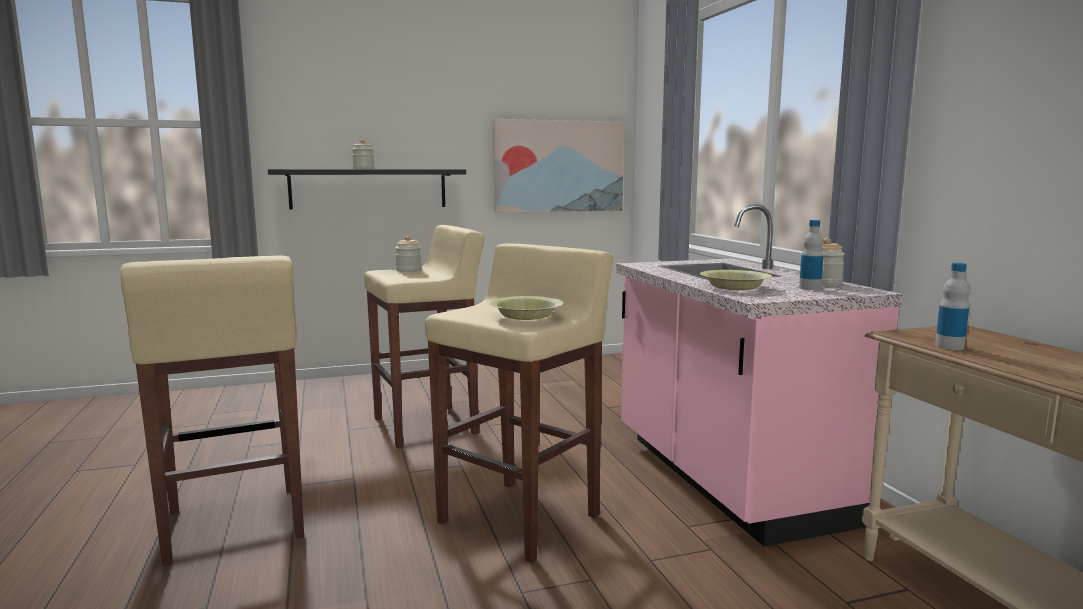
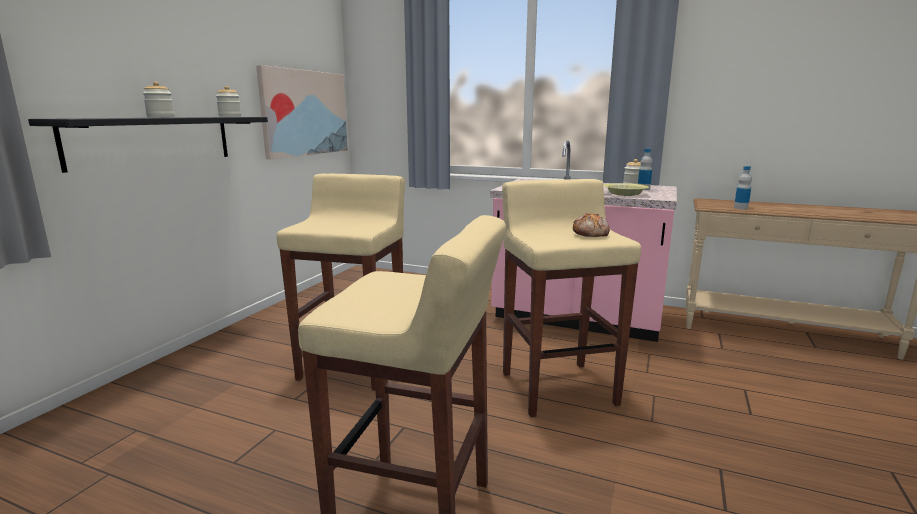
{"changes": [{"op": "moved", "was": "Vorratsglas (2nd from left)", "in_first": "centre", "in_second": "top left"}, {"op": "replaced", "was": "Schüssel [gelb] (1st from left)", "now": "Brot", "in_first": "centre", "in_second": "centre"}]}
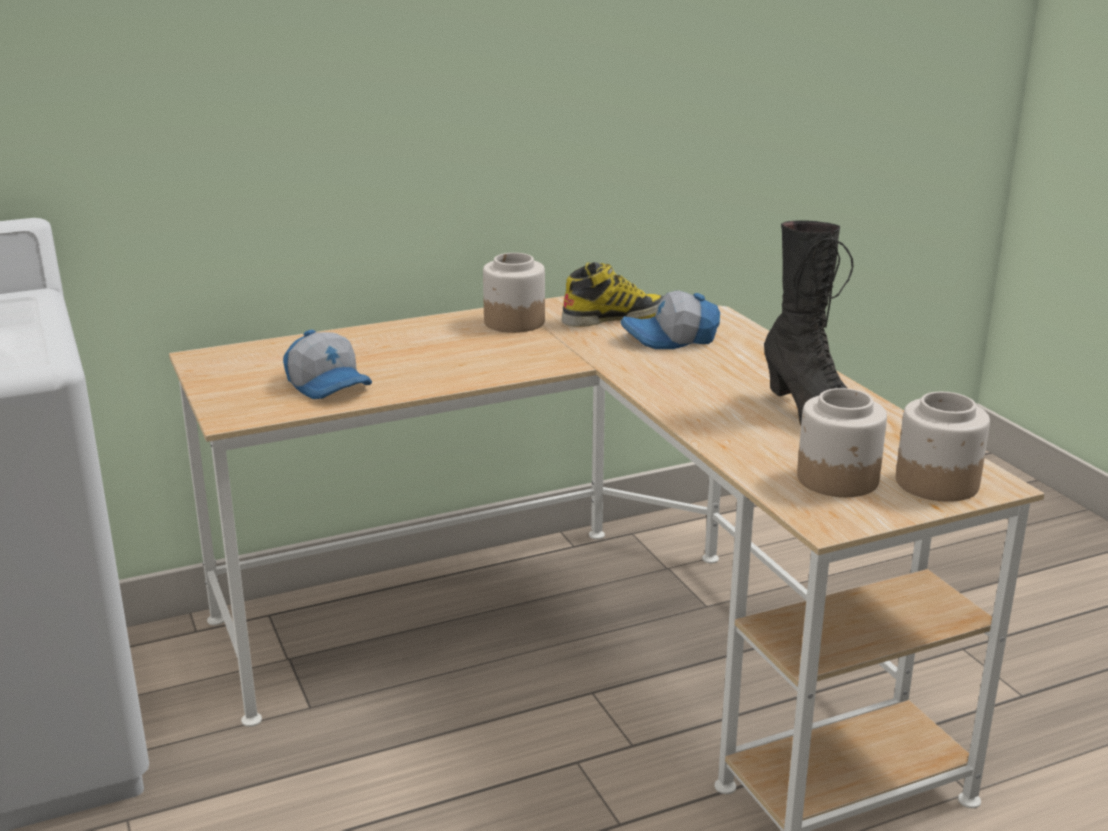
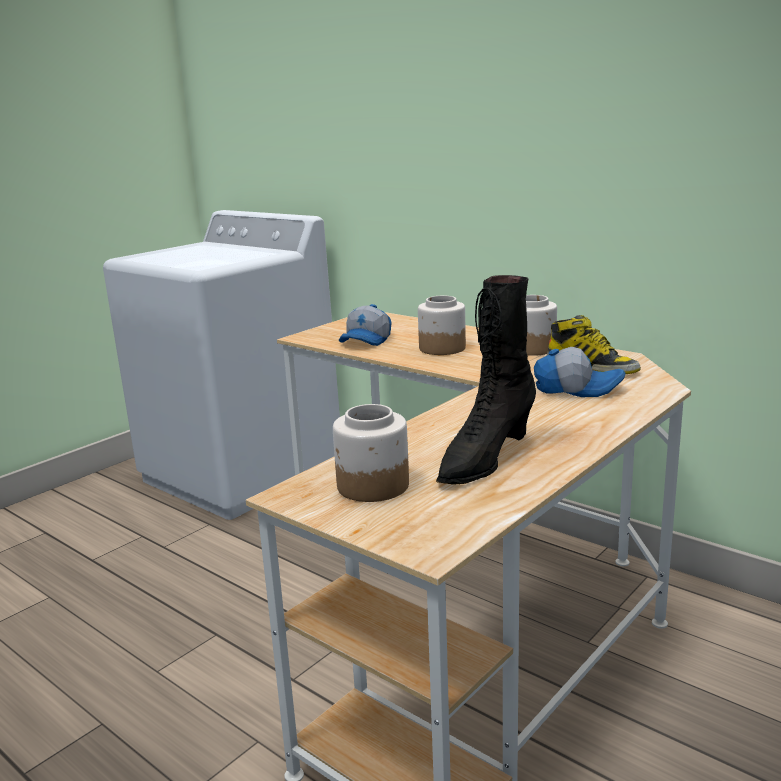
{"changes": [{"op": "turned", "was": "Kappe (2nd from left)", "in_first": "centre", "in_second": "middle right", "clockwise": 135}, {"op": "moved", "was": "Vorratsglas (3rd from left in the first image)", "now": "Vorratsglas (2nd from left)", "in_first": "middle right", "in_second": "centre"}]}
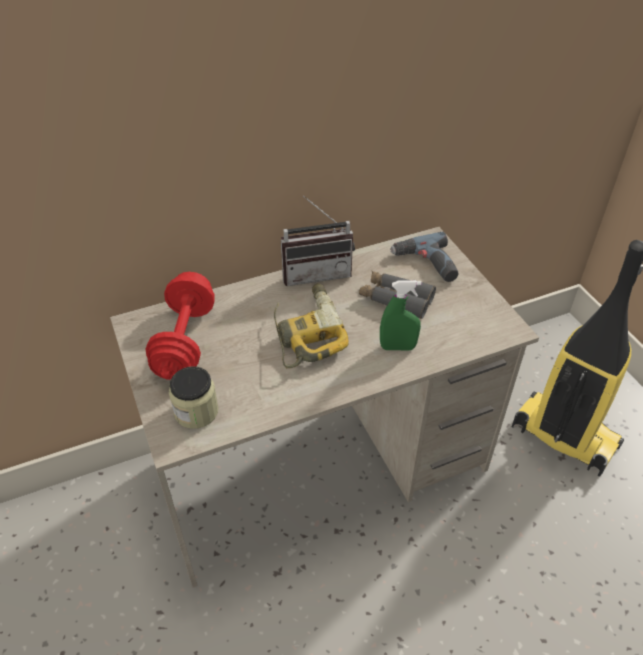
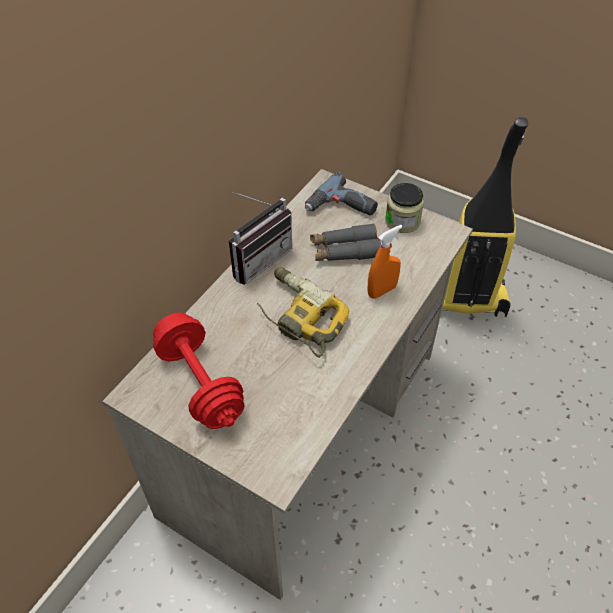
{"changes": [{"op": "recoloured", "was": "Sprühflasche [grün]", "now": "Sprühflasche [orange]", "in_first": "centre", "in_second": "centre"}, {"op": "moved", "was": "Vorratsglas", "in_first": "middle left", "in_second": "centre"}]}
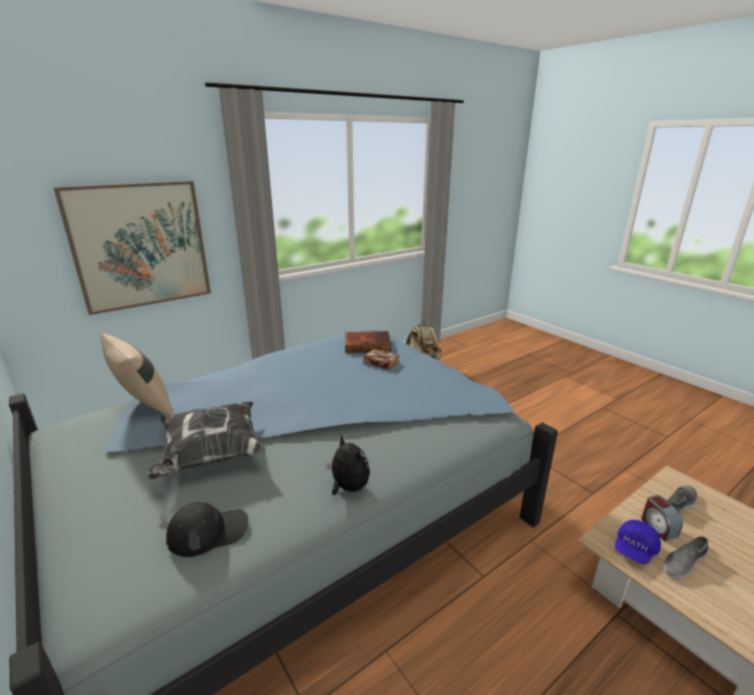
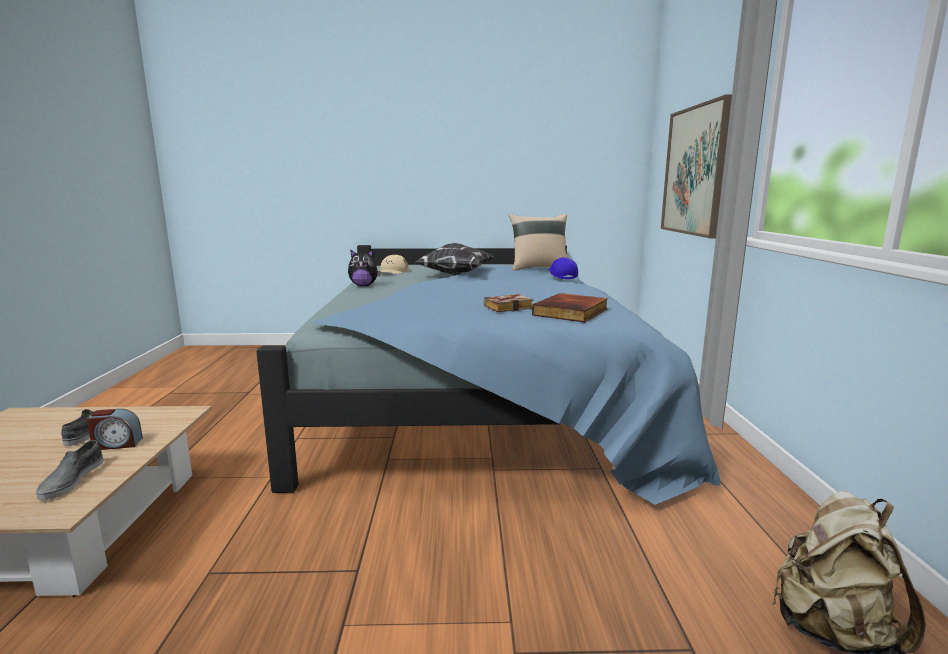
{"changes": [{"op": "turned", "was": "Wecker", "in_first": "bottom right", "in_second": "middle left", "clockwise": 150}, {"op": "recoloured", "was": "Kappe [schwarz]", "now": "Kappe [beige]", "in_first": "bottom left", "in_second": "centre"}, {"op": "moved", "was": "Kappe [blau]", "in_first": "bottom right", "in_second": "centre"}]}
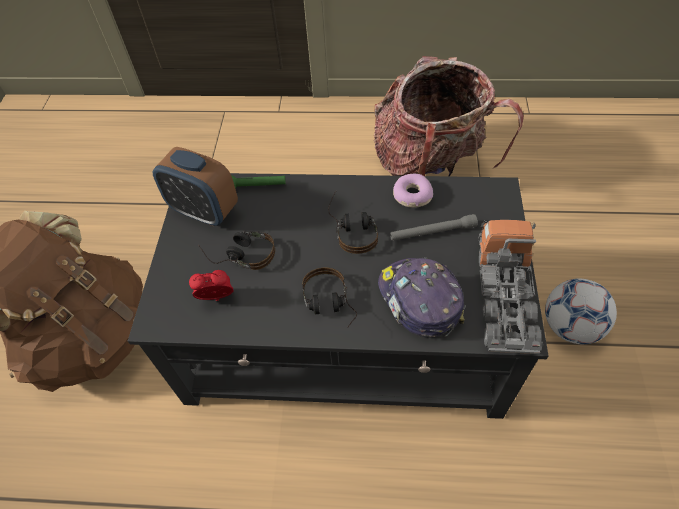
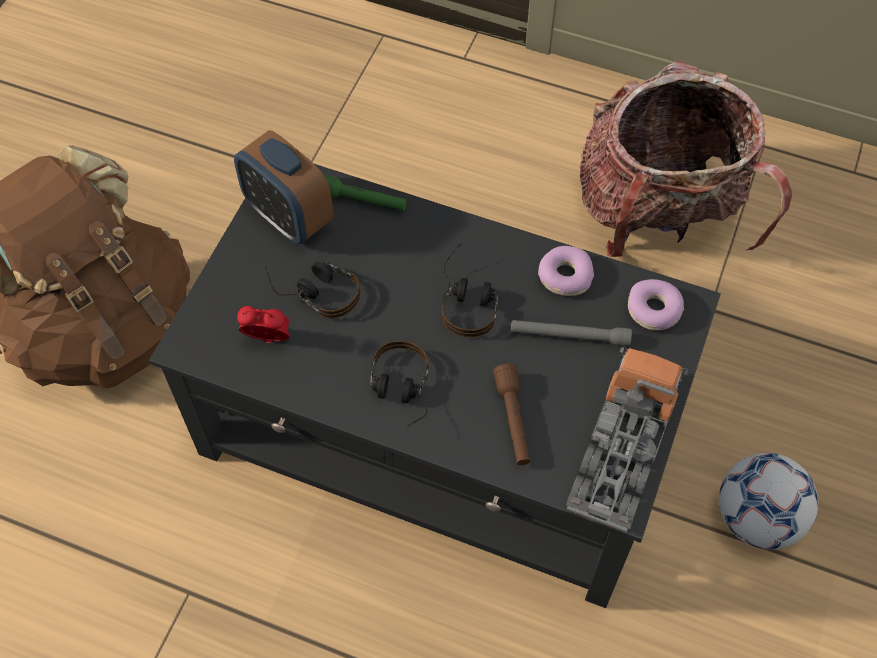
{"changes": [{"op": "replaced", "was": "Kappe", "now": "Taschenlampe [braun]", "in_first": "centre", "in_second": "centre"}, {"op": "added", "now": "Donut (2nd from left)", "in_second": "middle right"}]}
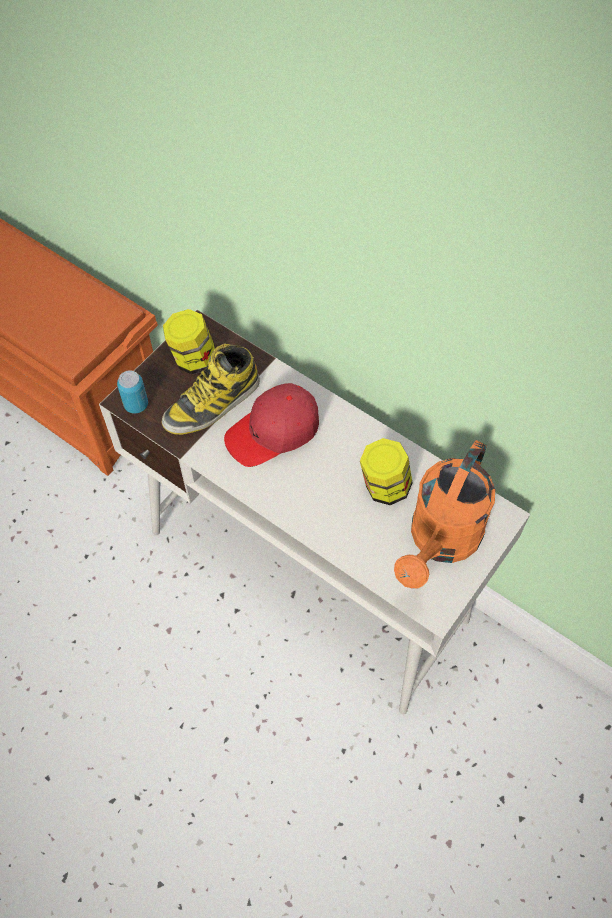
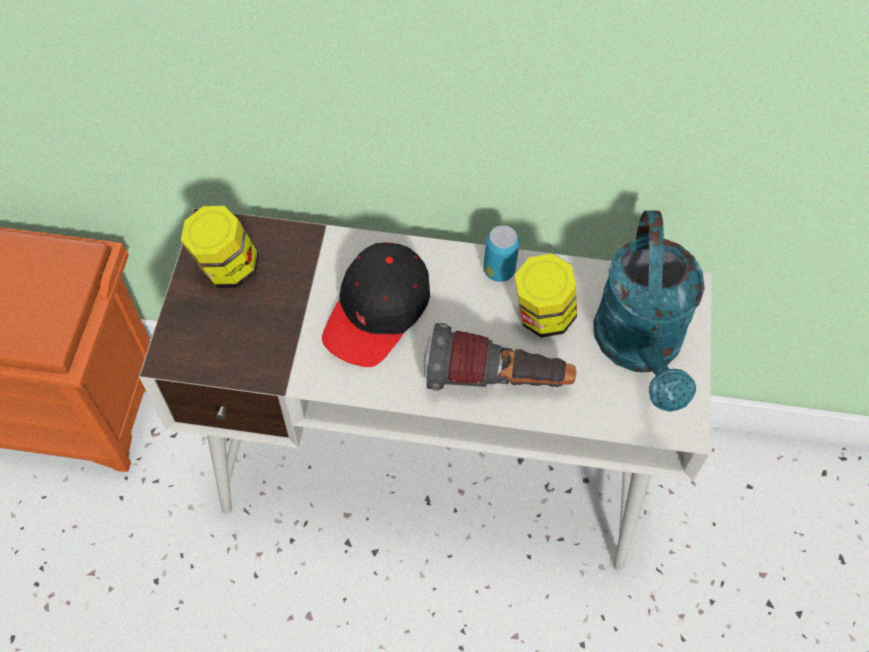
{"changes": [{"op": "removed", "was": "Stiefel", "in_first": "centre"}, {"op": "moved", "was": "Dose", "in_first": "middle left", "in_second": "centre"}, {"op": "recoloured", "was": "Kappe [rot]", "now": "Kappe [schwarz]", "in_first": "centre", "in_second": "centre"}, {"op": "recoloured", "was": "Gießkanne [orange]", "now": "Gießkanne [türkis]", "in_first": "middle right", "in_second": "middle right"}, {"op": "added", "now": "Taschenlampe", "in_second": "centre"}]}
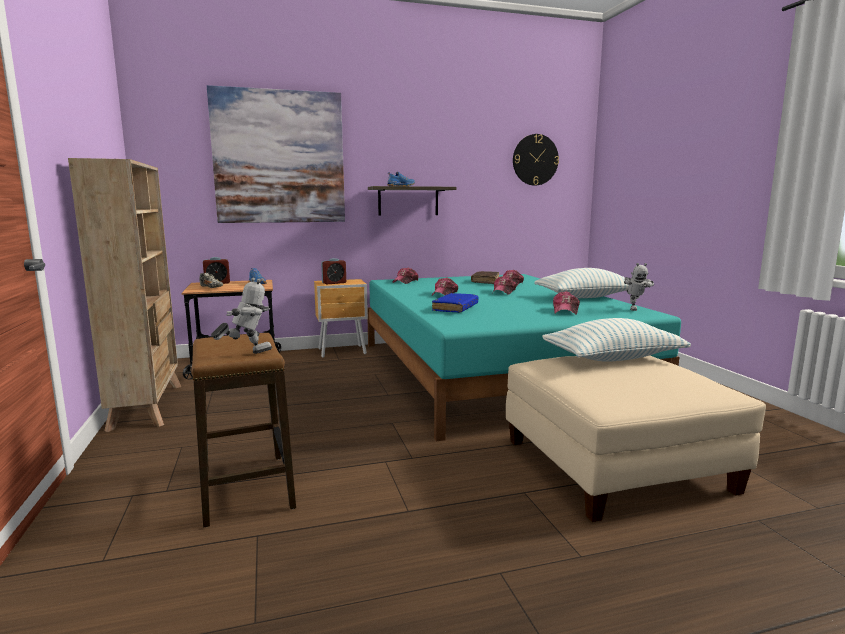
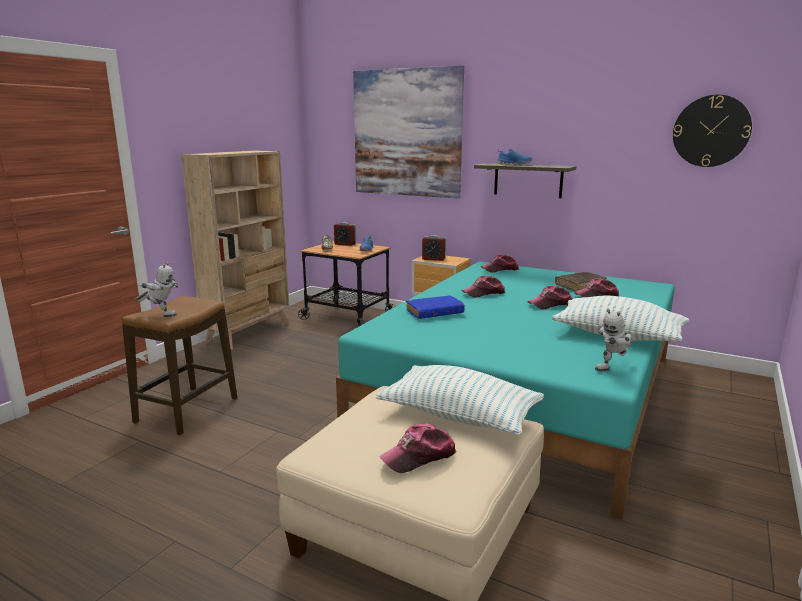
{"changes": [{"op": "moved", "was": "Kappe (5th from left in the first image)", "now": "Kappe (1st from left)", "in_first": "middle right", "in_second": "bottom centre"}]}
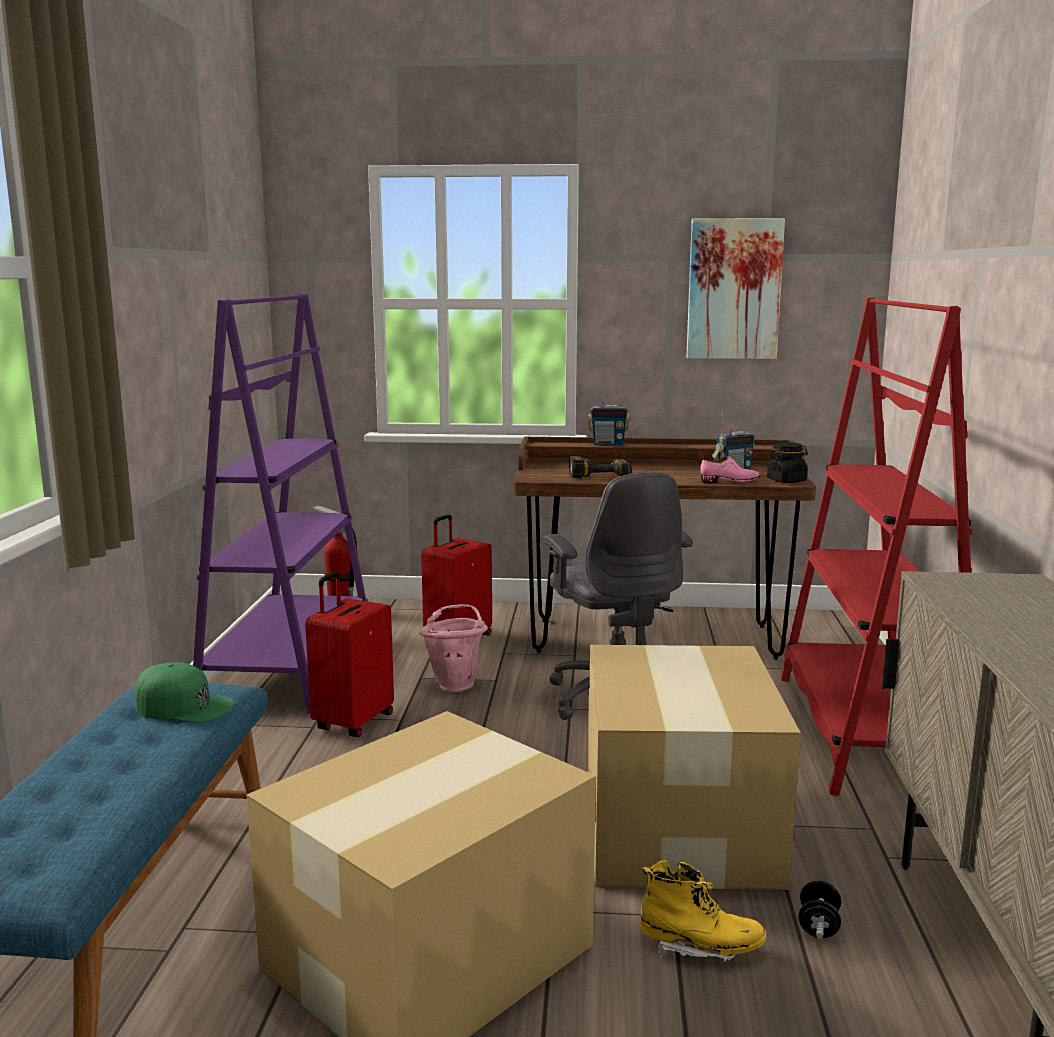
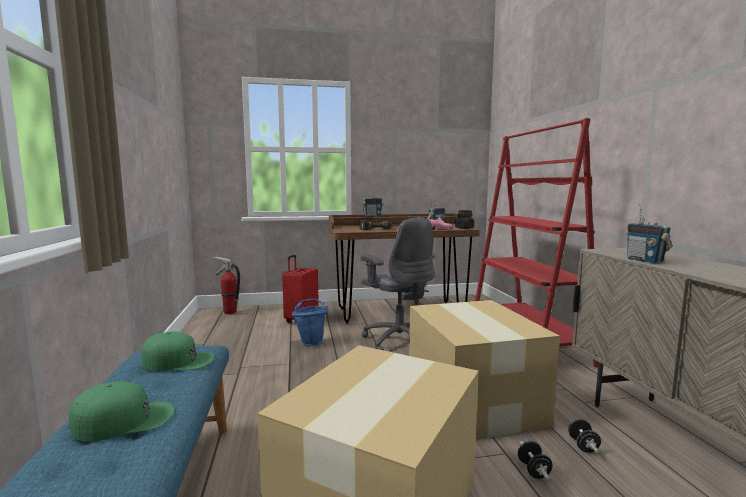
{"changes": [{"op": "removed", "was": "Bild", "in_first": "top right"}, {"op": "removed", "was": "Bücherregal [lila]", "in_first": "middle left"}, {"op": "removed", "was": "Koffer [rot] (1st from left)", "in_first": "middle left"}, {"op": "recoloured", "was": "Eimer [rosa]", "now": "Eimer [blau]", "in_first": "centre", "in_second": "centre"}, {"op": "replaced", "was": "Stiefel [gelb]", "now": "Hantel [schwarz] (1st from left)", "in_first": "bottom right", "in_second": "bottom right"}, {"op": "added", "now": "Radio (3rd from left)", "in_second": "middle right"}, {"op": "added", "now": "Kappe [grün] (1st from left)", "in_second": "bottom left"}]}
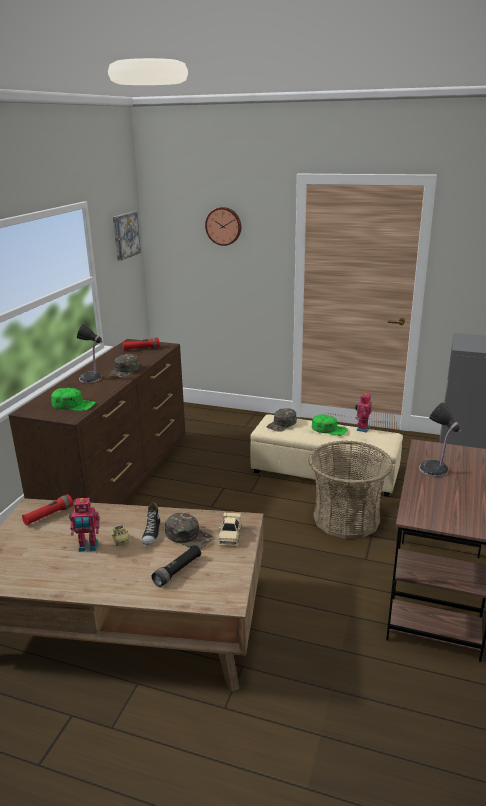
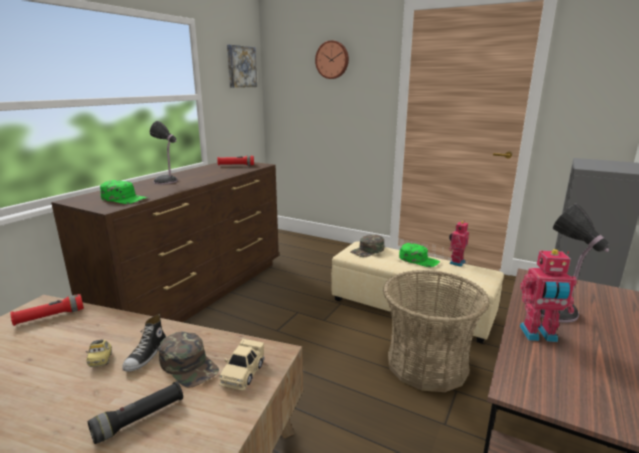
{"changes": [{"op": "removed", "was": "Kappe [grün] (2nd from left)", "in_first": "middle left"}, {"op": "moved", "was": "Spielzeugroboter (1st from left in the first image)", "now": "Spielzeugroboter (2nd from left)", "in_first": "middle left", "in_second": "middle right"}]}
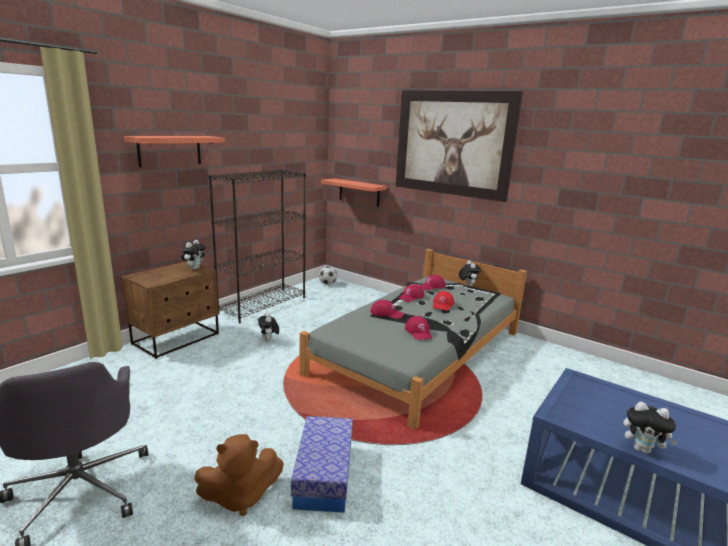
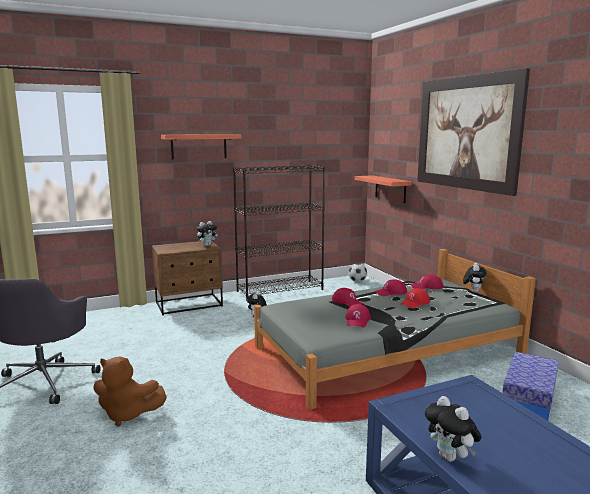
{"changes": [{"op": "moved", "was": "Aufbewahrungsbox", "in_first": "bottom centre", "in_second": "bottom right"}]}
